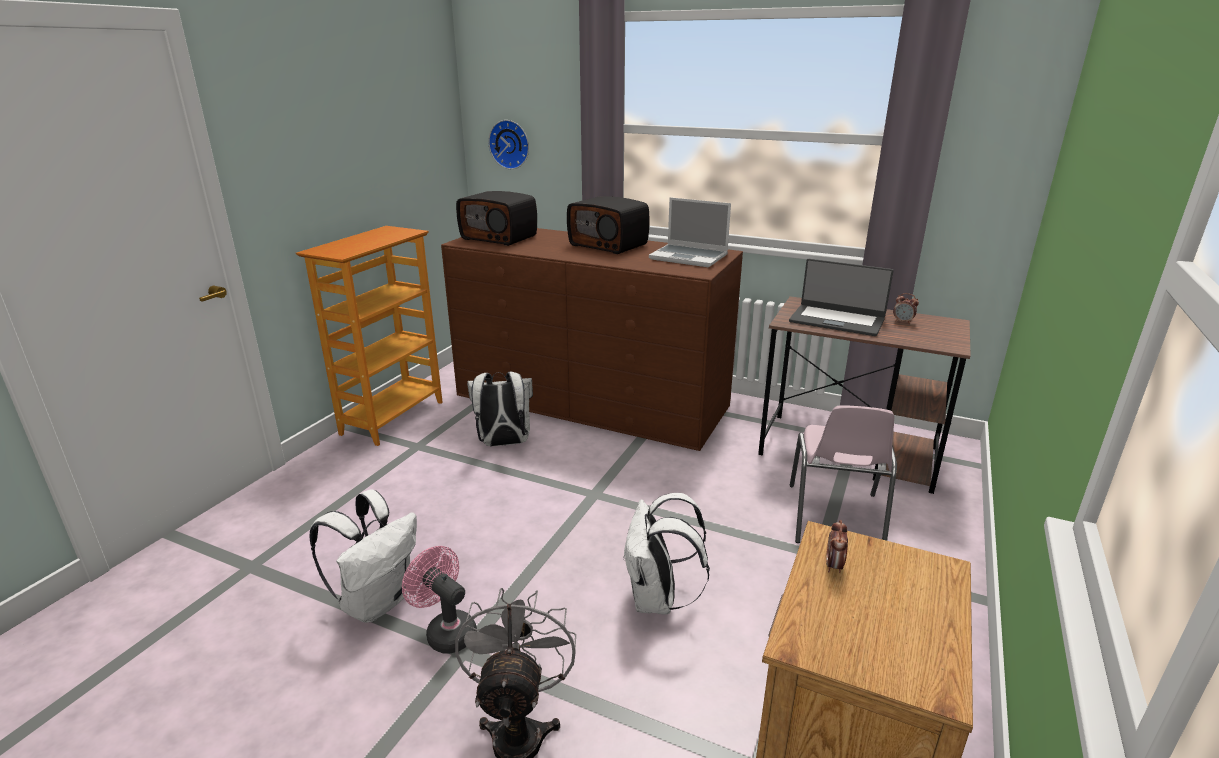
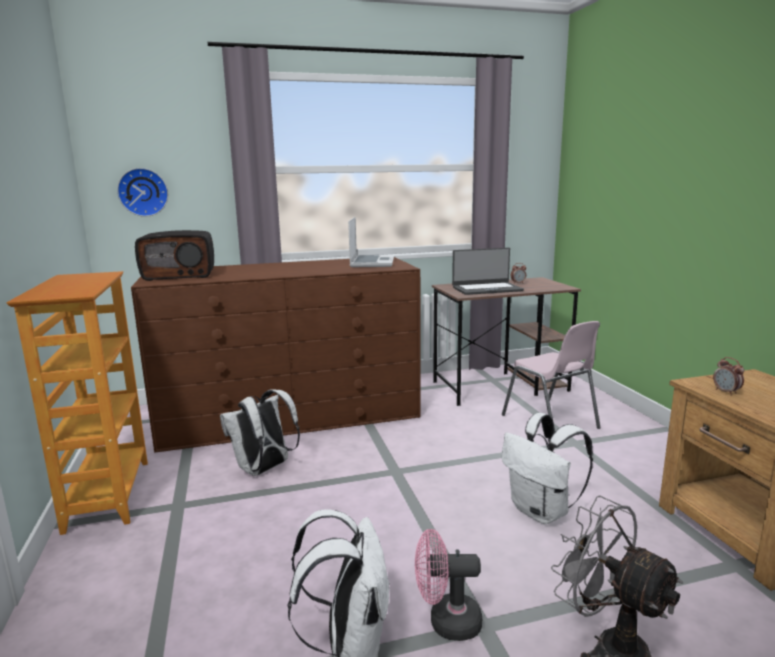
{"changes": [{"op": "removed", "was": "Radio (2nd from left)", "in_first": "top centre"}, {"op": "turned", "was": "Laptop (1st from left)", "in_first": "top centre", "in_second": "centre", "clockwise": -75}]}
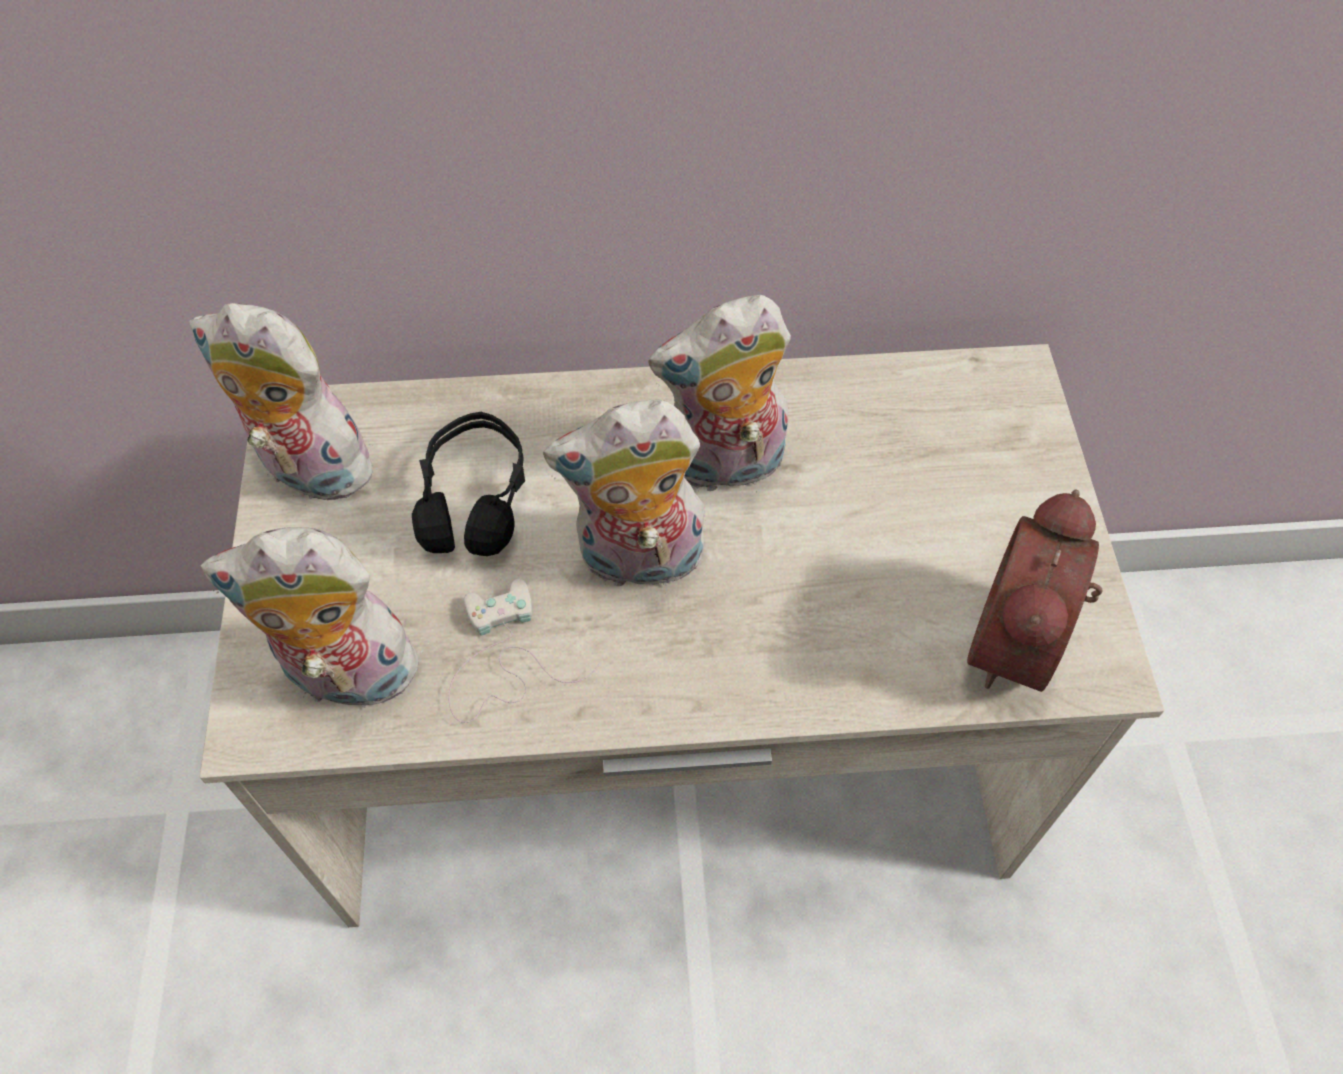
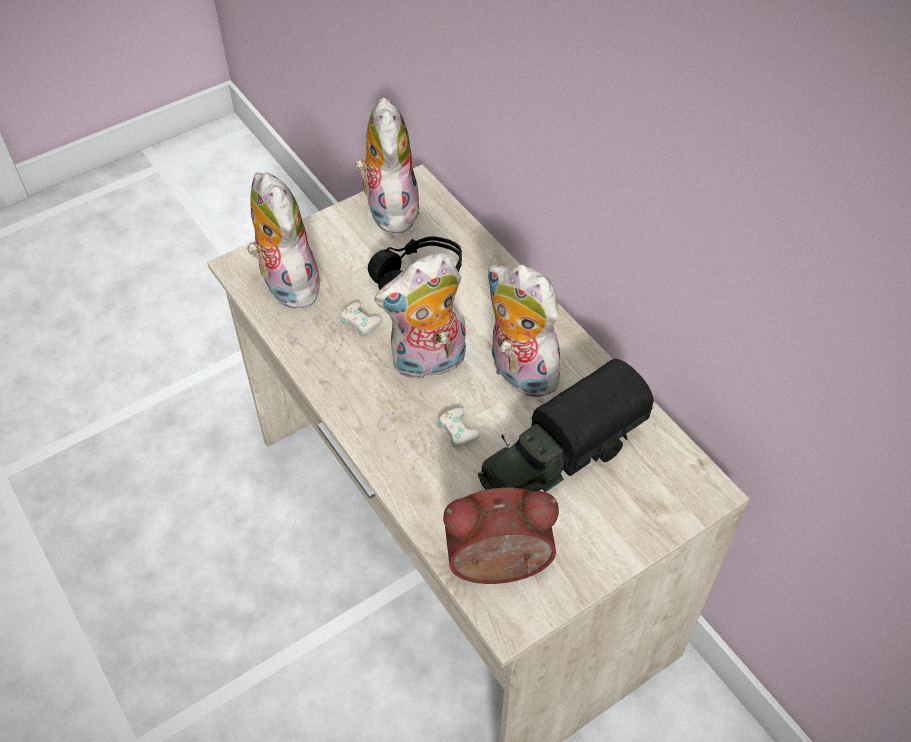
{"changes": [{"op": "turned", "was": "Plüschtier (3rd from left)", "in_first": "centre", "in_second": "centre", "clockwise": -75}, {"op": "added", "now": "Spielzeuglaster", "in_second": "centre"}, {"op": "added", "now": "Gamepad [weiß] (2nd from left)", "in_second": "centre"}]}
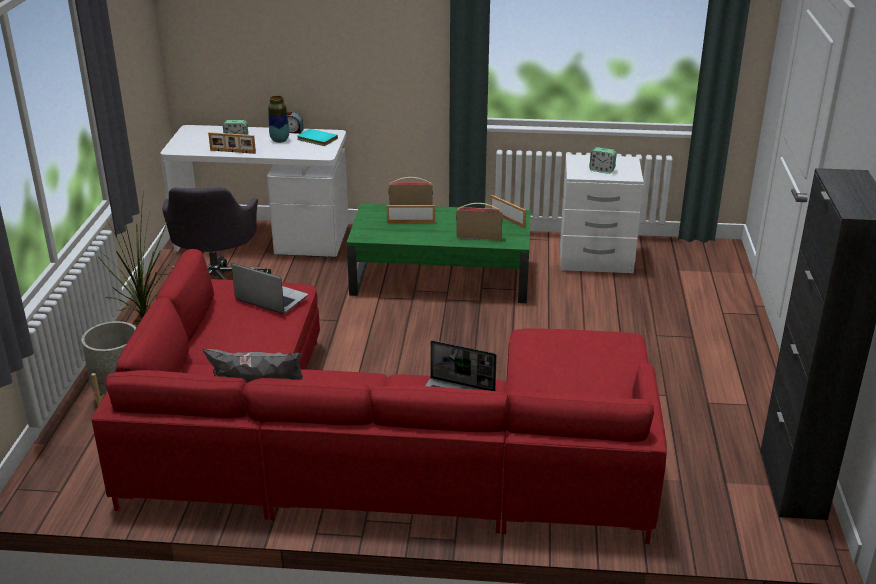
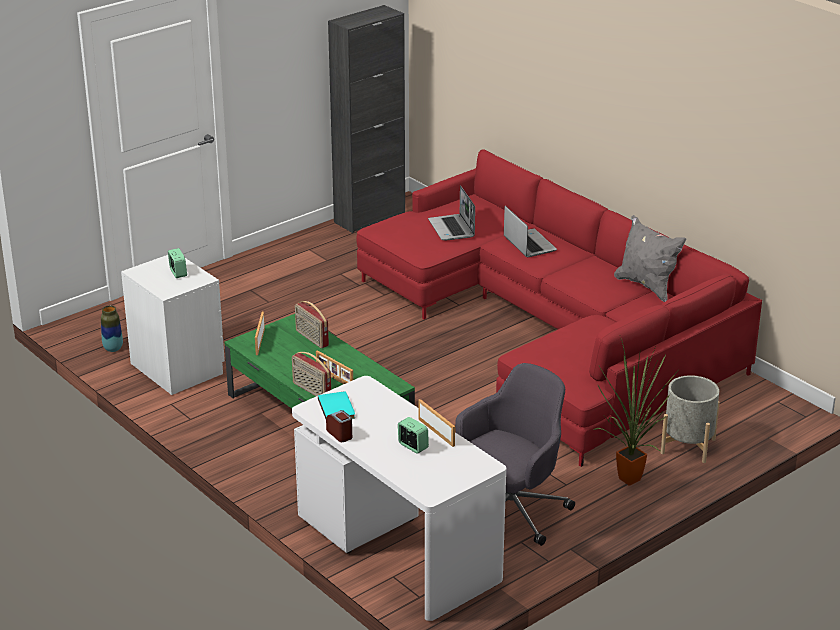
{"changes": [{"op": "moved", "was": "Vase", "in_first": "top left", "in_second": "middle left"}, {"op": "moved", "was": "Laptop (1st from left)", "in_first": "middle left", "in_second": "centre"}]}
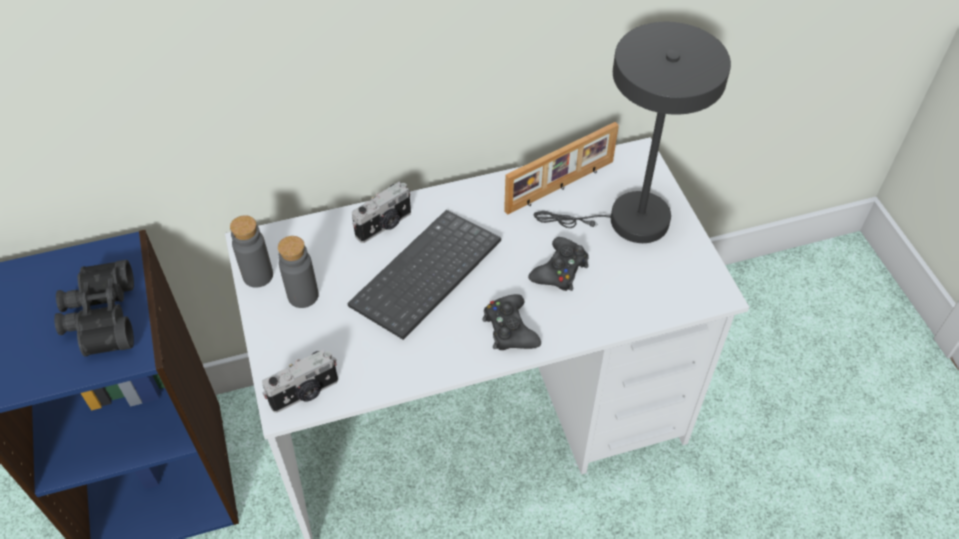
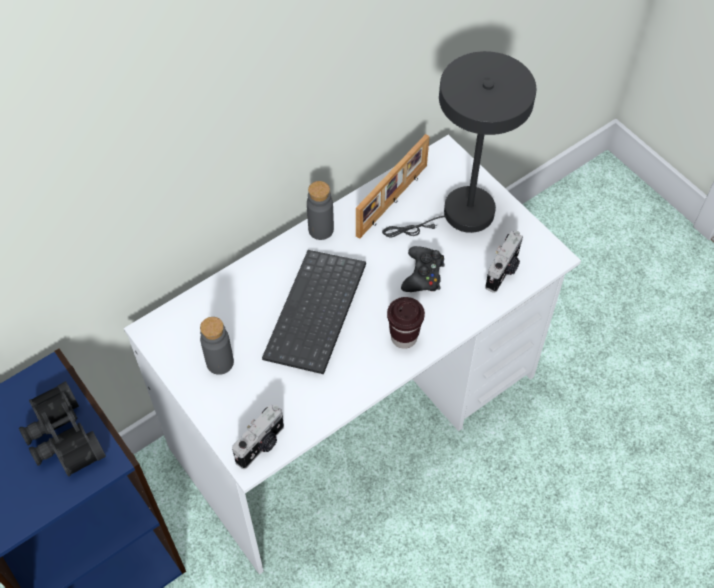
{"changes": [{"op": "moved", "was": "Kamera (2nd from left)", "in_first": "centre", "in_second": "middle right"}, {"op": "moved", "was": "Flasche [grau] (1st from left in the first image)", "now": "Flasche [grau] (2nd from left)", "in_first": "middle left", "in_second": "centre"}, {"op": "replaced", "was": "Gamepad [schwarz] (1st from left)", "now": "Tasse [braun]", "in_first": "centre", "in_second": "centre"}]}
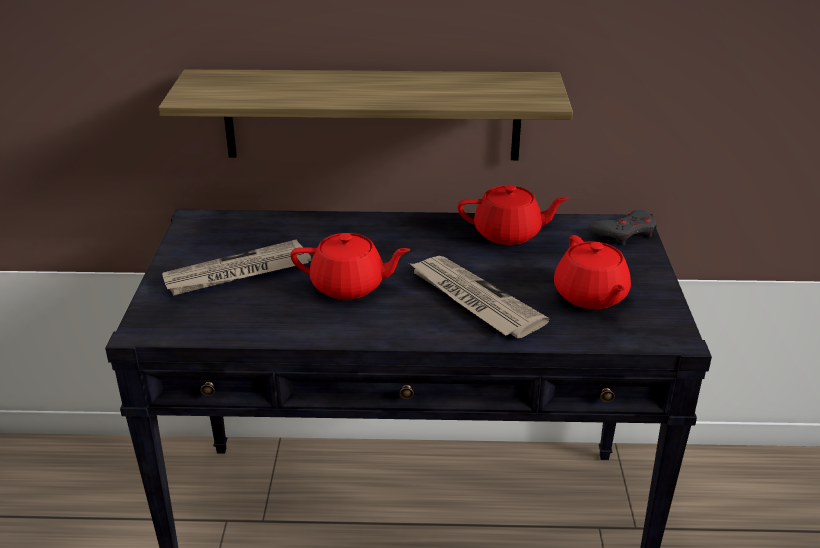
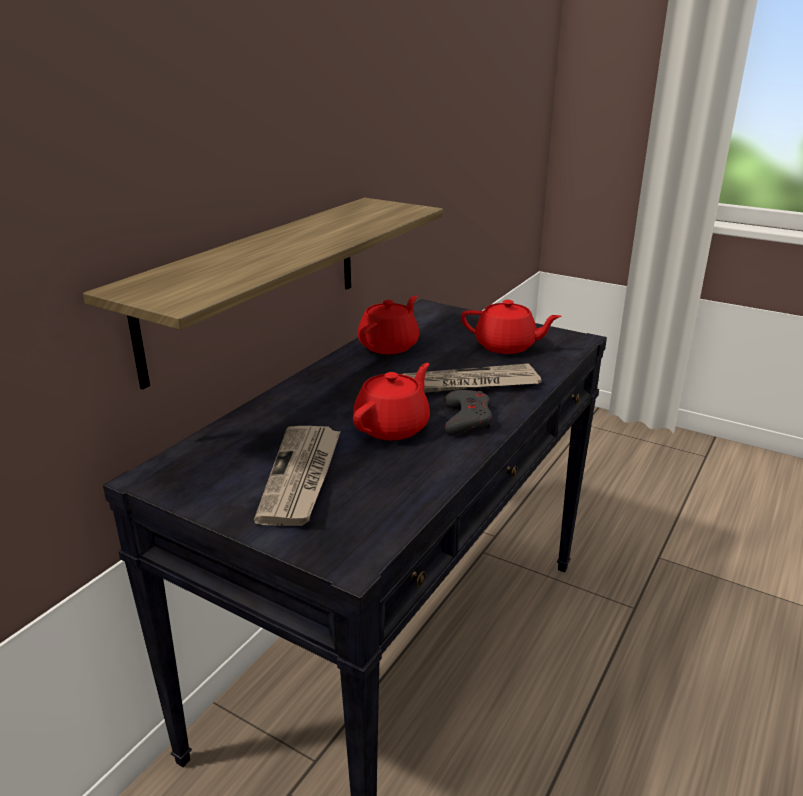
{"changes": [{"op": "moved", "was": "Gamepad [grau]", "in_first": "middle right", "in_second": "centre"}]}
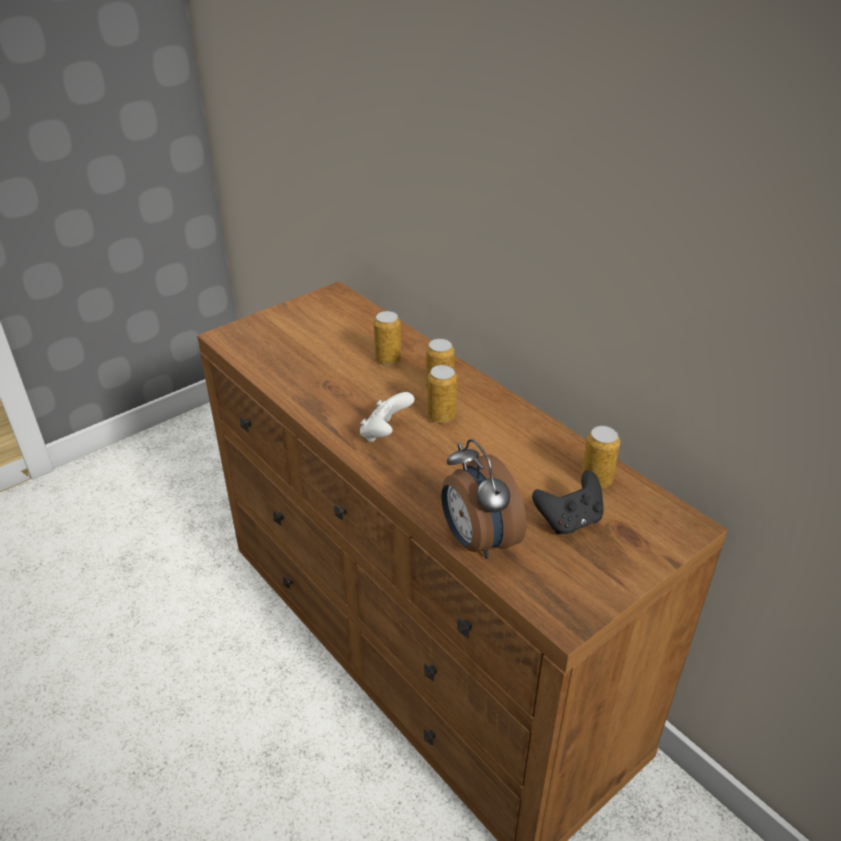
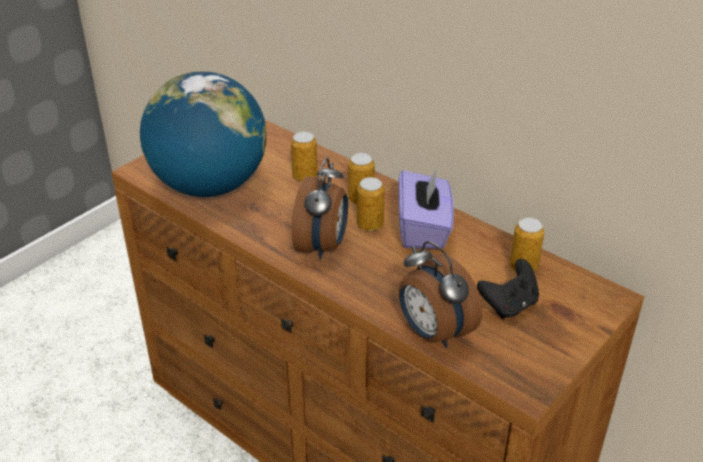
{"changes": [{"op": "replaced", "was": "Gamepad [weiß]", "now": "Wecker (1st from left)", "in_first": "centre", "in_second": "centre"}, {"op": "added", "now": "Globus", "in_second": "top left"}, {"op": "added", "now": "Taschentuchbox [lila]", "in_second": "centre"}]}
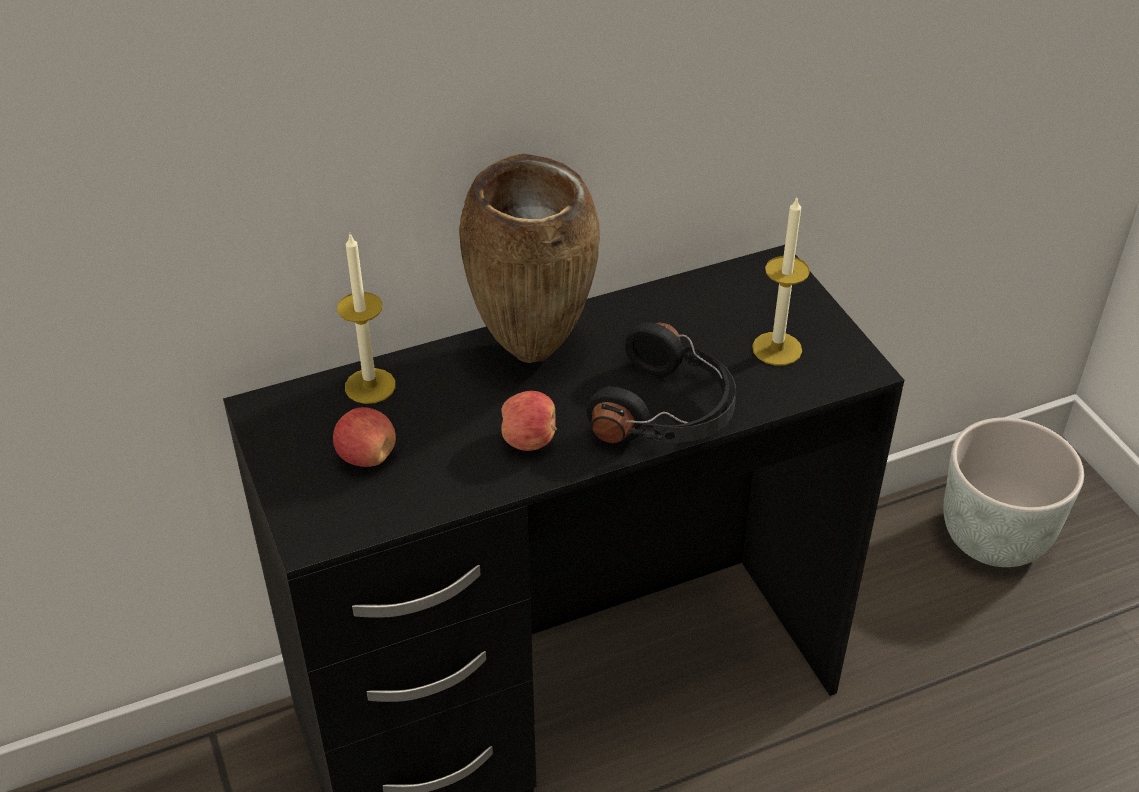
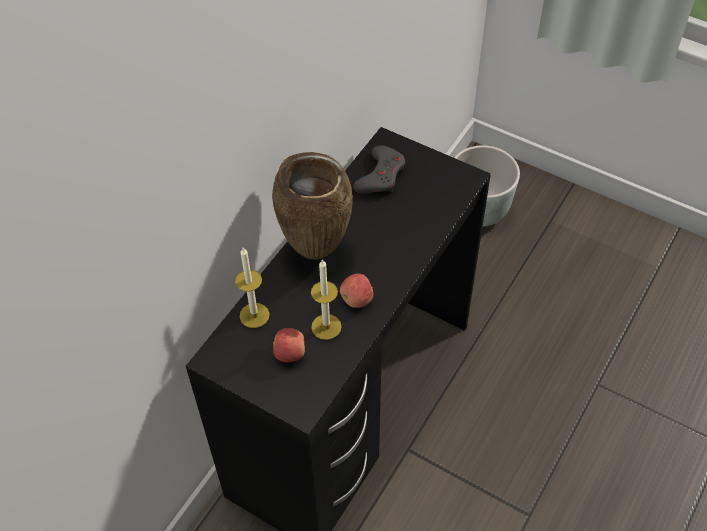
{"changes": [{"op": "moved", "was": "Kerze (2nd from left)", "in_first": "middle right", "in_second": "centre"}, {"op": "removed", "was": "Kopfhörer [schwarz]", "in_first": "centre"}, {"op": "added", "now": "Gamepad [grau]", "in_second": "top centre"}]}
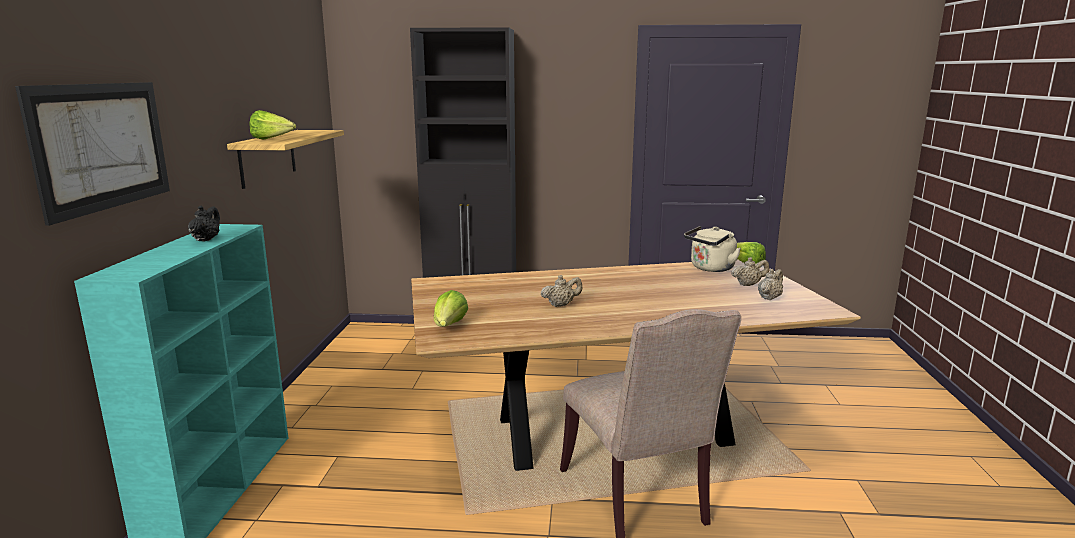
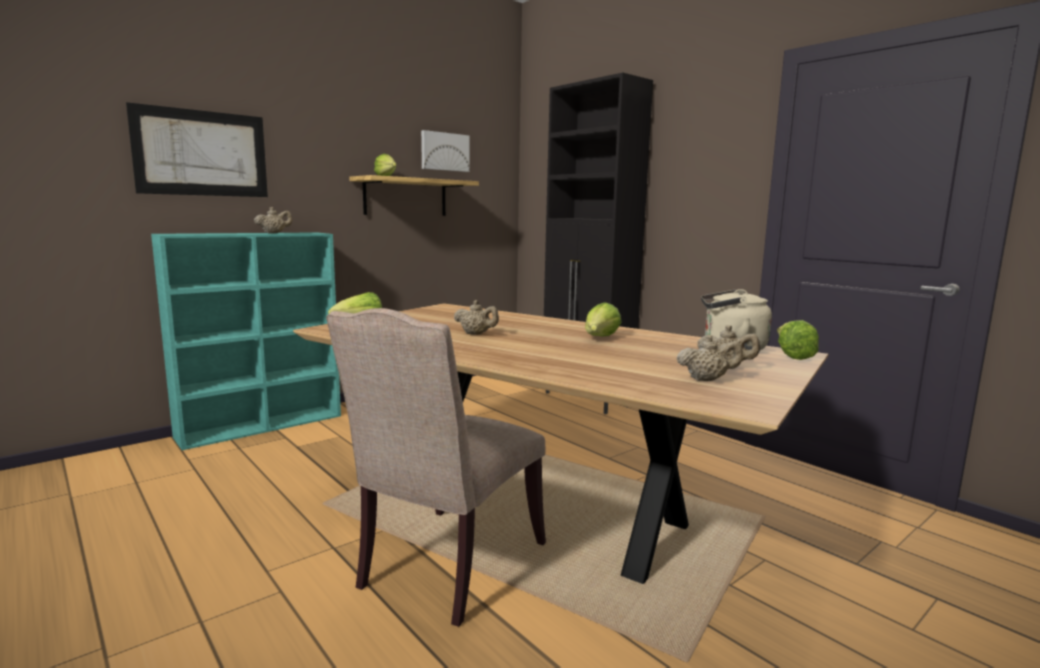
{"changes": [{"op": "recoloured", "was": "Teekanne [schwarz]", "now": "Teekanne [beige] (1st from left)", "in_first": "middle left", "in_second": "top left"}, {"op": "added", "now": "Bild (2nd from left)", "in_second": "top centre"}, {"op": "added", "now": "Salatkopf (3rd from left)", "in_second": "centre"}]}
